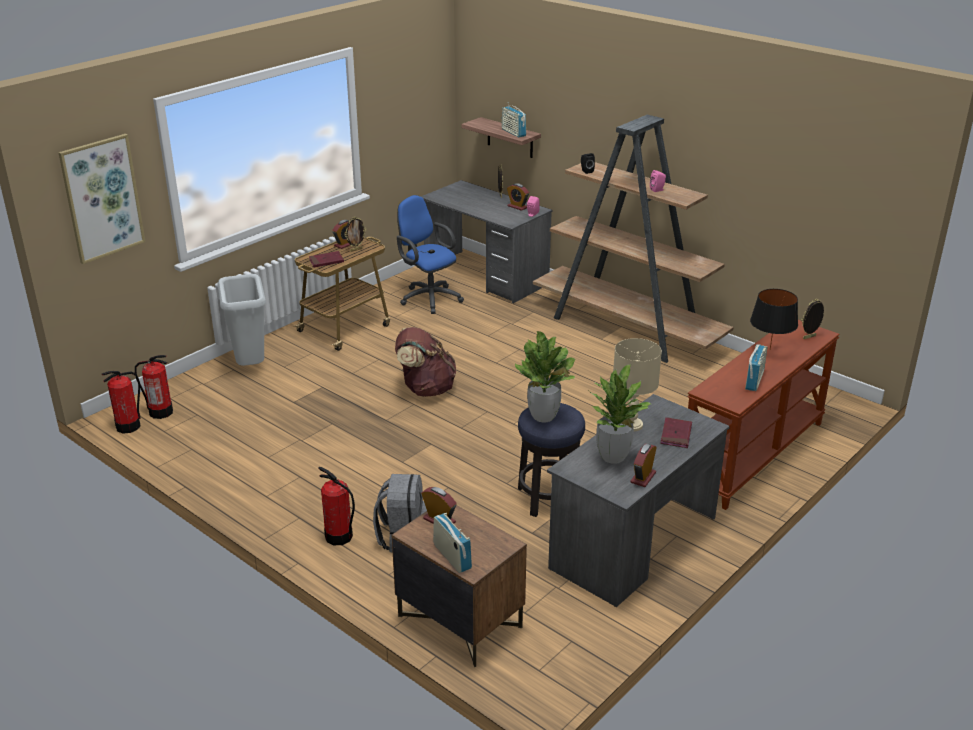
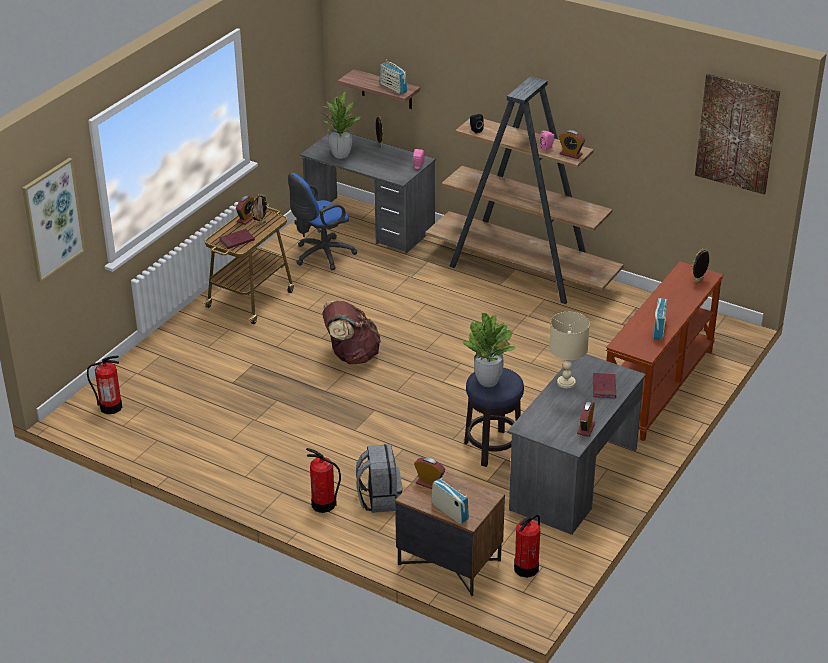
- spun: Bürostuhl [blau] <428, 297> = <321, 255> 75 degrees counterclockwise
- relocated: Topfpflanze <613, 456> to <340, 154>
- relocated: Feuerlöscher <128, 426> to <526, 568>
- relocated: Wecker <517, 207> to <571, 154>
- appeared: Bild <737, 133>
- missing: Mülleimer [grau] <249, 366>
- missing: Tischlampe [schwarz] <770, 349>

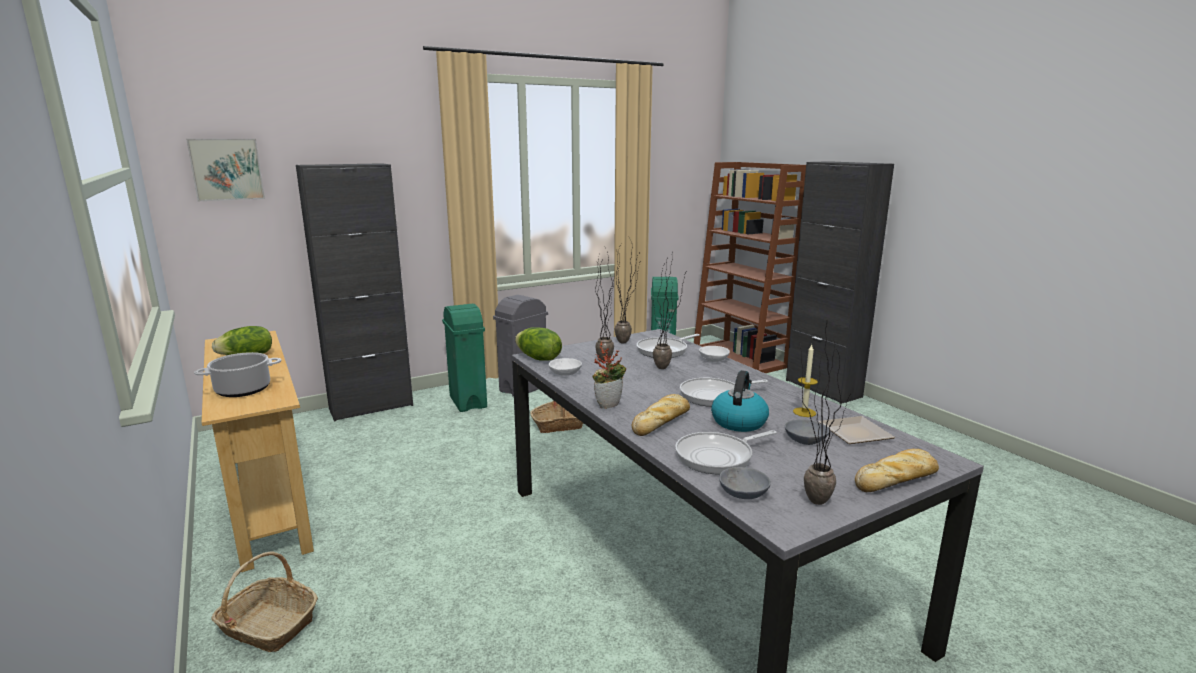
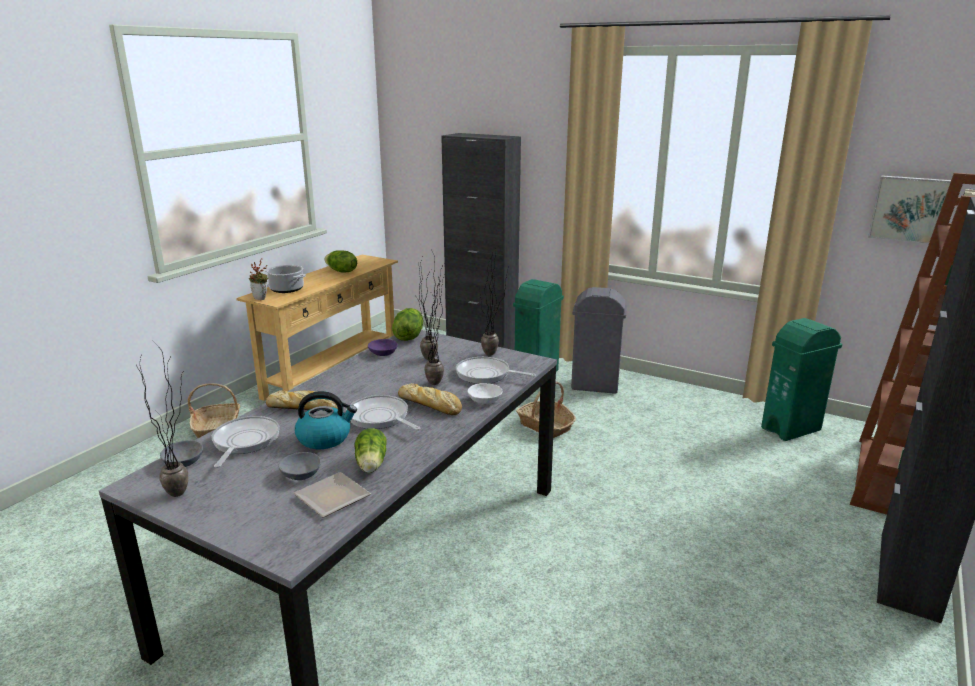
- spun: Pfanne <718, 457> = <244, 442> 60 degrees clockwise
- relocated: Topfpflanze <608, 404> to <261, 298>
- exchanged: Kerze <804, 412> to Salatkopf <371, 465>
- colour: Schüssel [weiß] <565, 373> to Schüssel [lila] <382, 353>
- relocated: Brot <897, 479> to <430, 405>
- relocated: Bild <226, 169> to <909, 209>

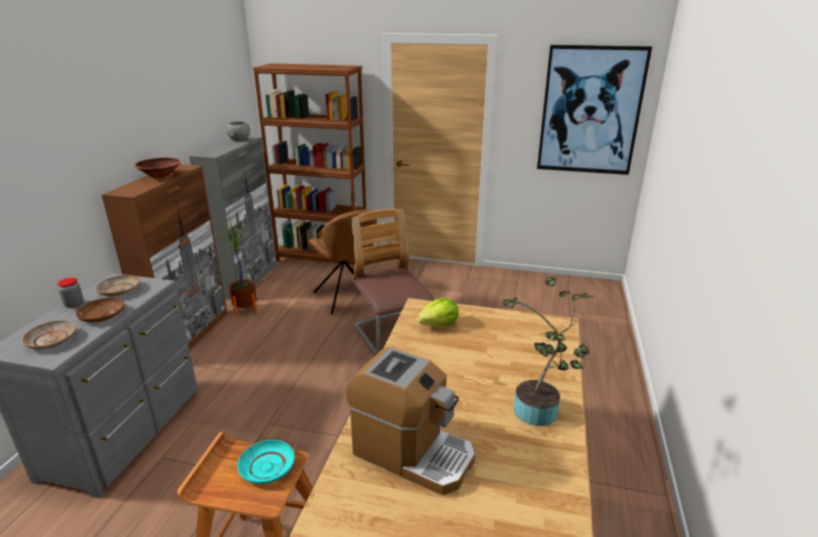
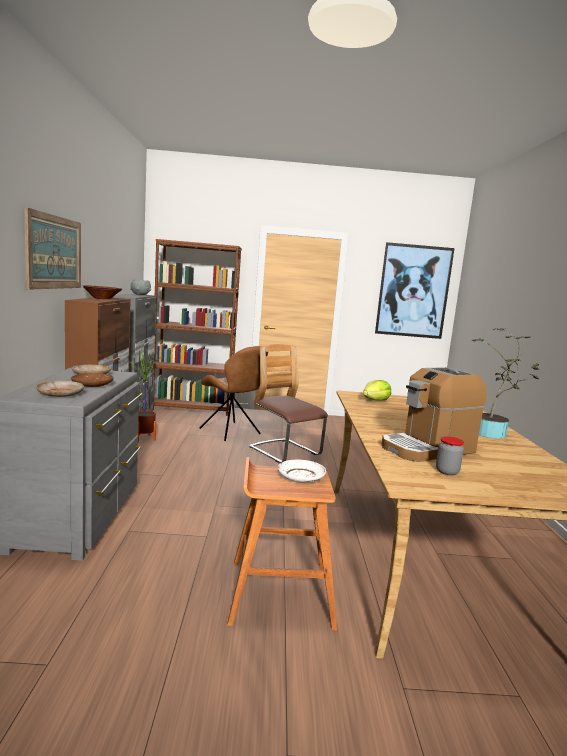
- appeared: Bild <54, 252>
- colour: Teller [türkis] <267, 468> to Teller [weiß] <301, 477>
- spun: Kaffeemaschine <413, 453> = <428, 448> 135 degrees clockwise
- relocated: Vorratsglas <74, 304> to <447, 471>

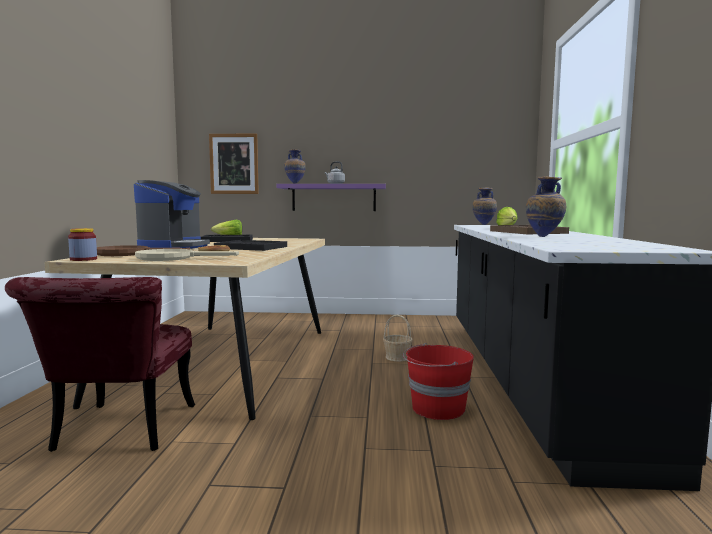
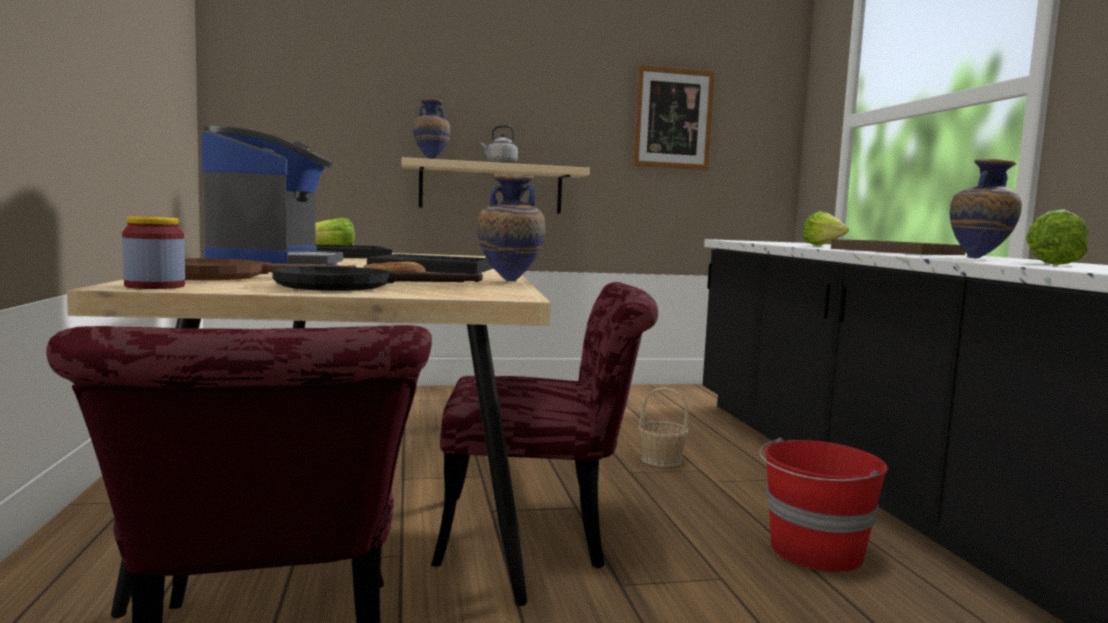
- colour: Pfanne [beige] <173, 258> to Pfanne [schwarz] <351, 286>
- colour: Wandregal [lila] <334, 198> to Wandregal [beige] <491, 188>
- appeared: Stuhl [rot] <543, 532>
- relocated: Vase <483, 225> to <508, 282>
- relocated: Bild <234, 164> to <673, 118>
- appeared: Salatkopf <1050, 264>

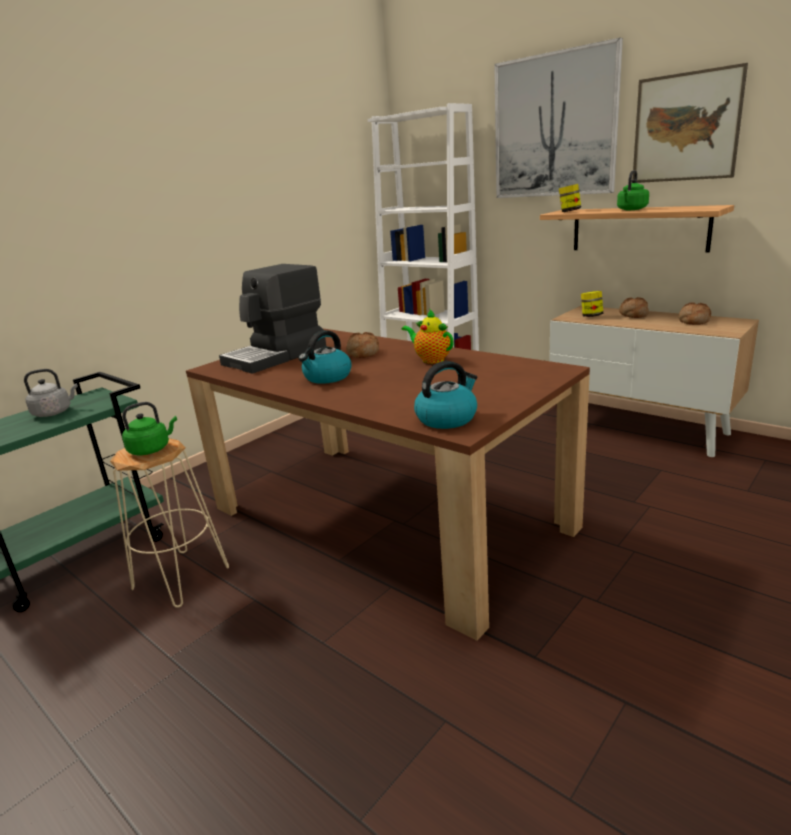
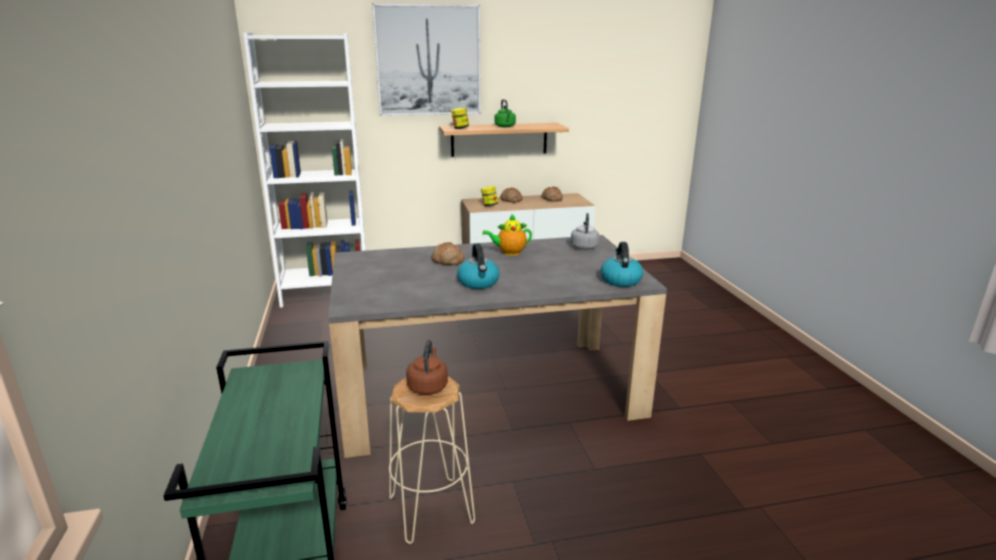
- colour: Esstisch [braun] <387, 517> to Esstisch [grau] <488, 391>
- colour: Wasserkessel [grün] <151, 449> to Wasserkessel [braun] <428, 386>
- relocated: Wasserkessel [grau] <54, 412> to <584, 246>
- missing: Kaffeemaschine <277, 356>
- missing: Bild <686, 127>

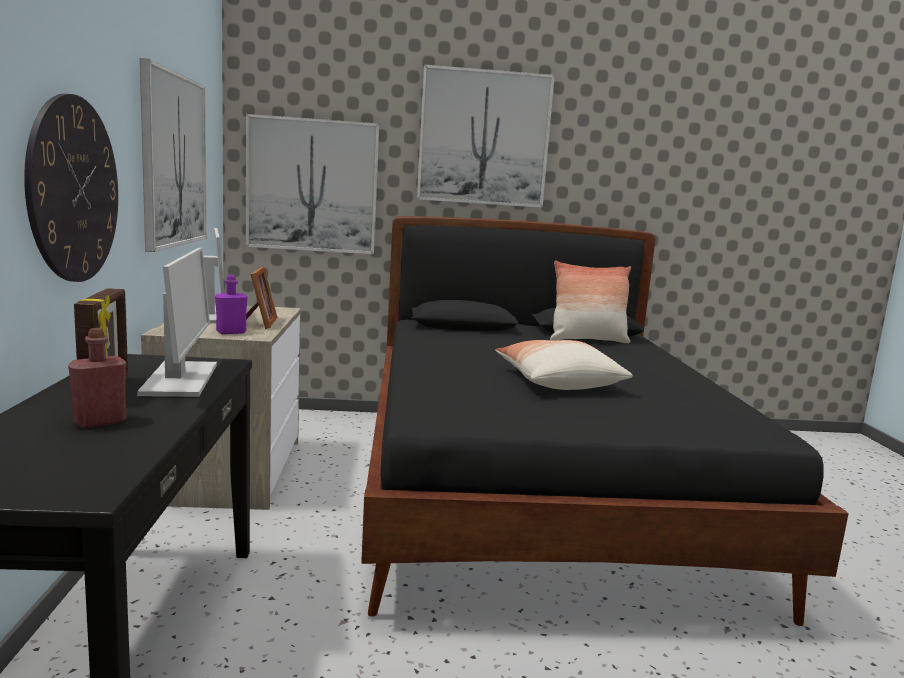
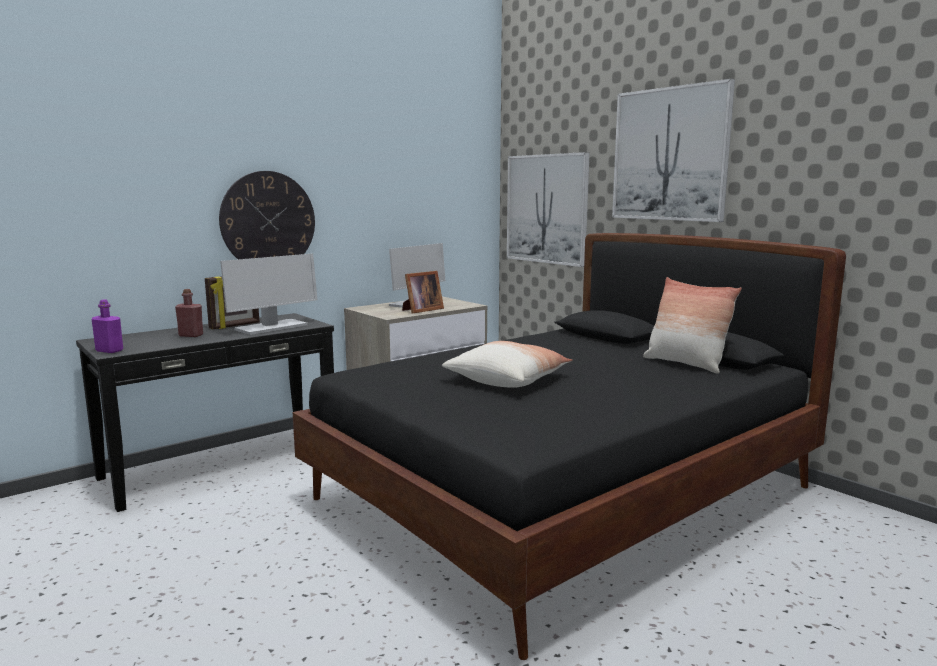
- relocated: Flasche [lila] <231, 332> to <109, 351>
- missing: Bild <173, 160>

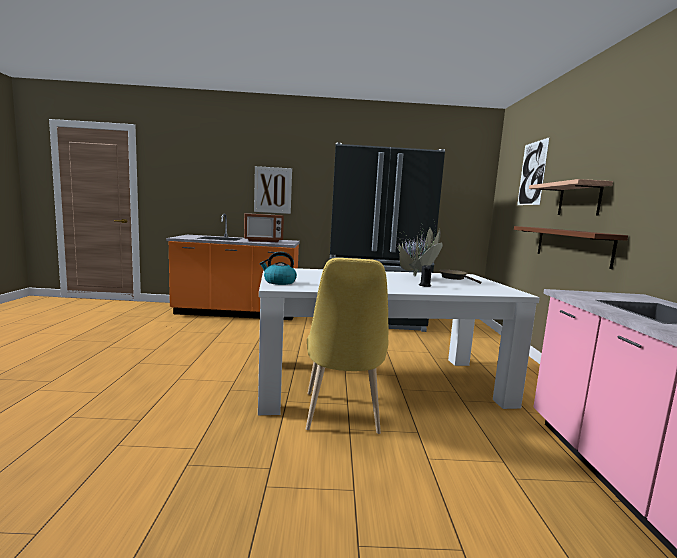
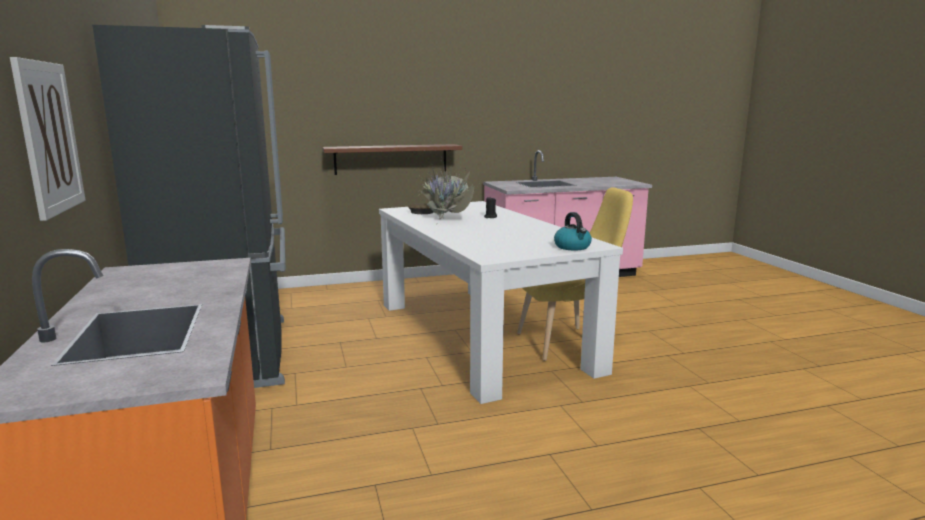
- missing: Mikrowelle <263, 241>
- missing: Bild <532, 173>
- missing: Wandregal <579, 199>

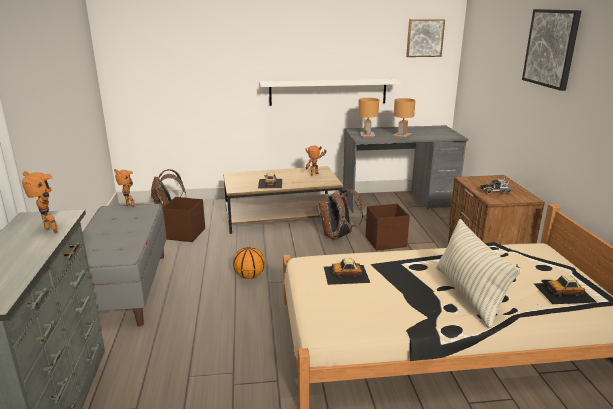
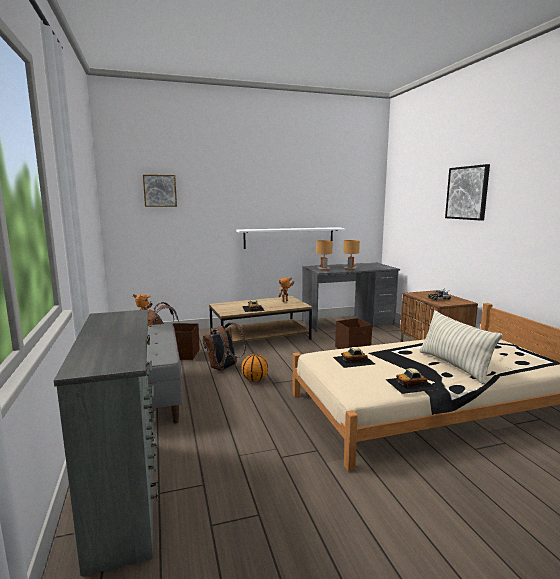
- relocated: Bild <424, 38> to <160, 190>
- relocated: Rucksack [braun] <338, 237> to <224, 368>
- relocated: Spielzeugauto <564, 292> to <411, 384>
- missing: Spielzeugroboter <48, 231>

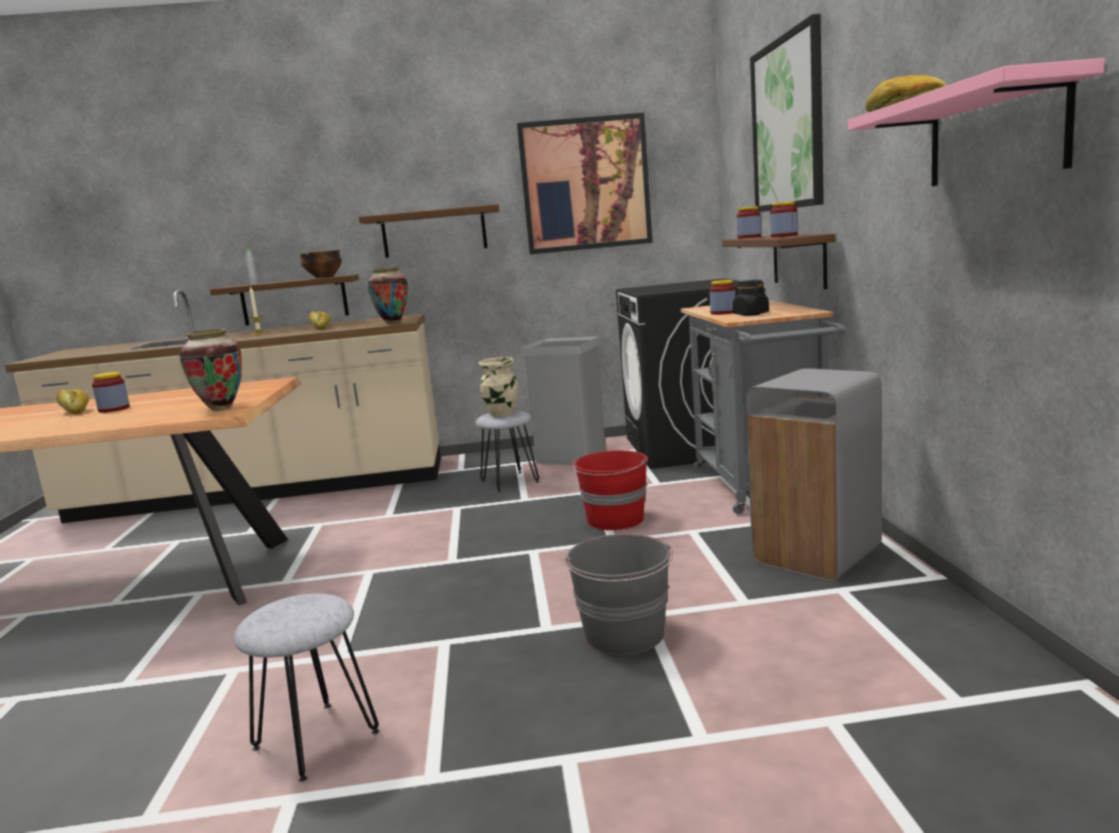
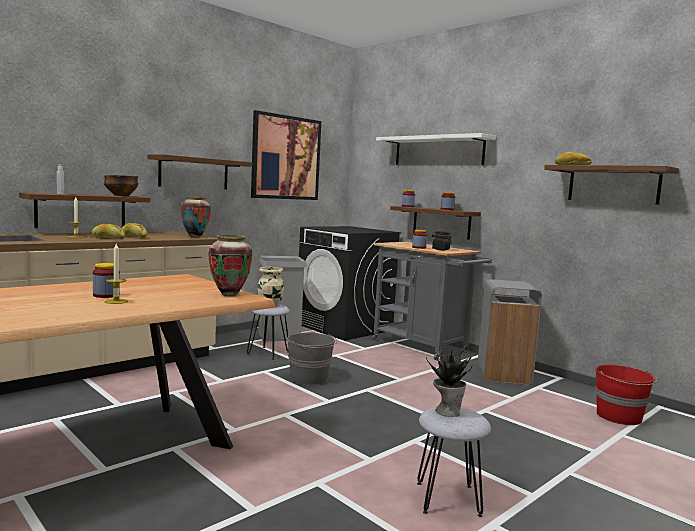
- relocated: Brot <76, 411> to <108, 238>
- appeared: Kerze <116, 301>
- relocated: Eimer [grau] <625, 635> to <310, 378>
- exchanged: Bild <787, 124> to Wandregal [weiß] <438, 151>
- appeared: Topfpflanze <447, 411>
- colour: Wandregal [rosa] <995, 134> to Wandregal [braun] <613, 185>
- relocated: Eimer [rot] <615, 520> to <619, 417>

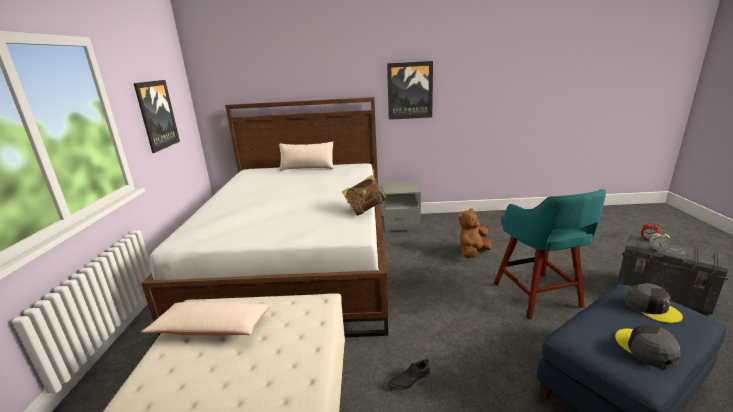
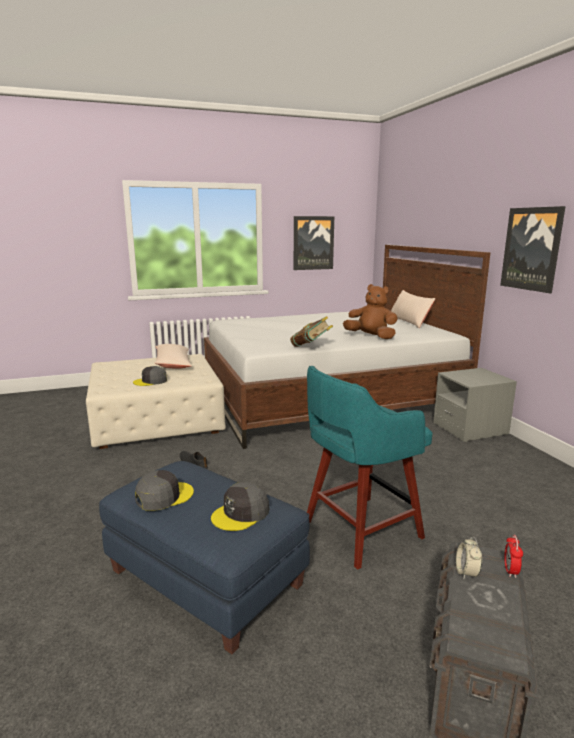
- appeared: Kappe [grau] <150, 381>
- relocated: Plüschtier [braun] <472, 253> to <371, 337>

